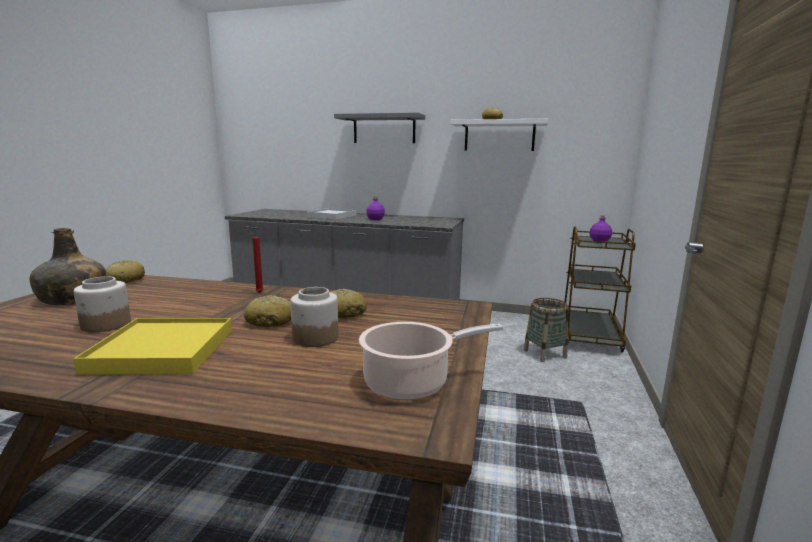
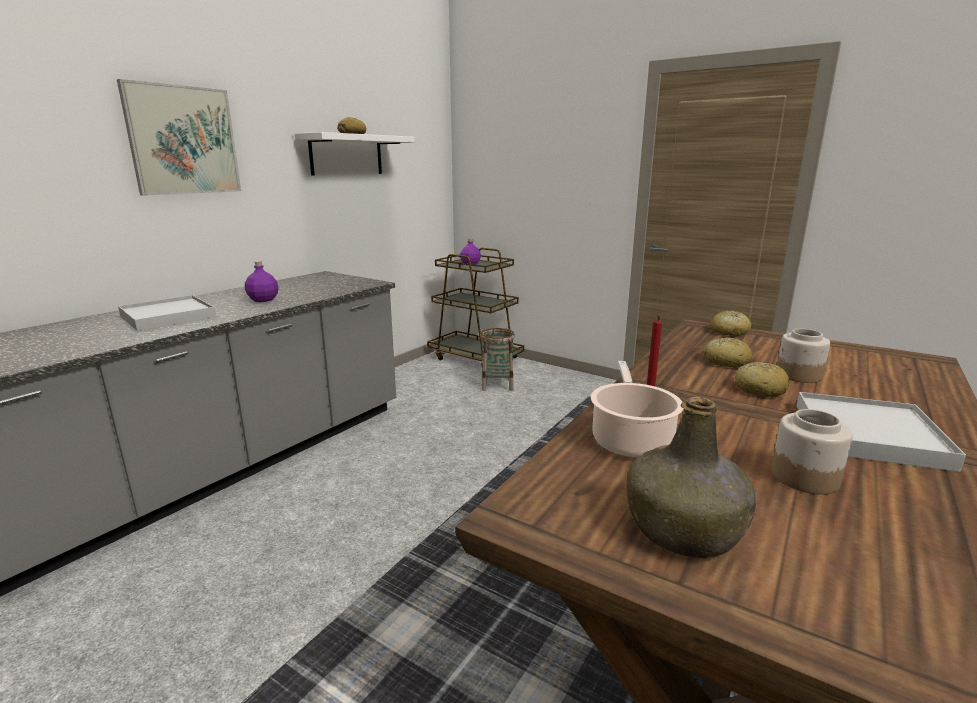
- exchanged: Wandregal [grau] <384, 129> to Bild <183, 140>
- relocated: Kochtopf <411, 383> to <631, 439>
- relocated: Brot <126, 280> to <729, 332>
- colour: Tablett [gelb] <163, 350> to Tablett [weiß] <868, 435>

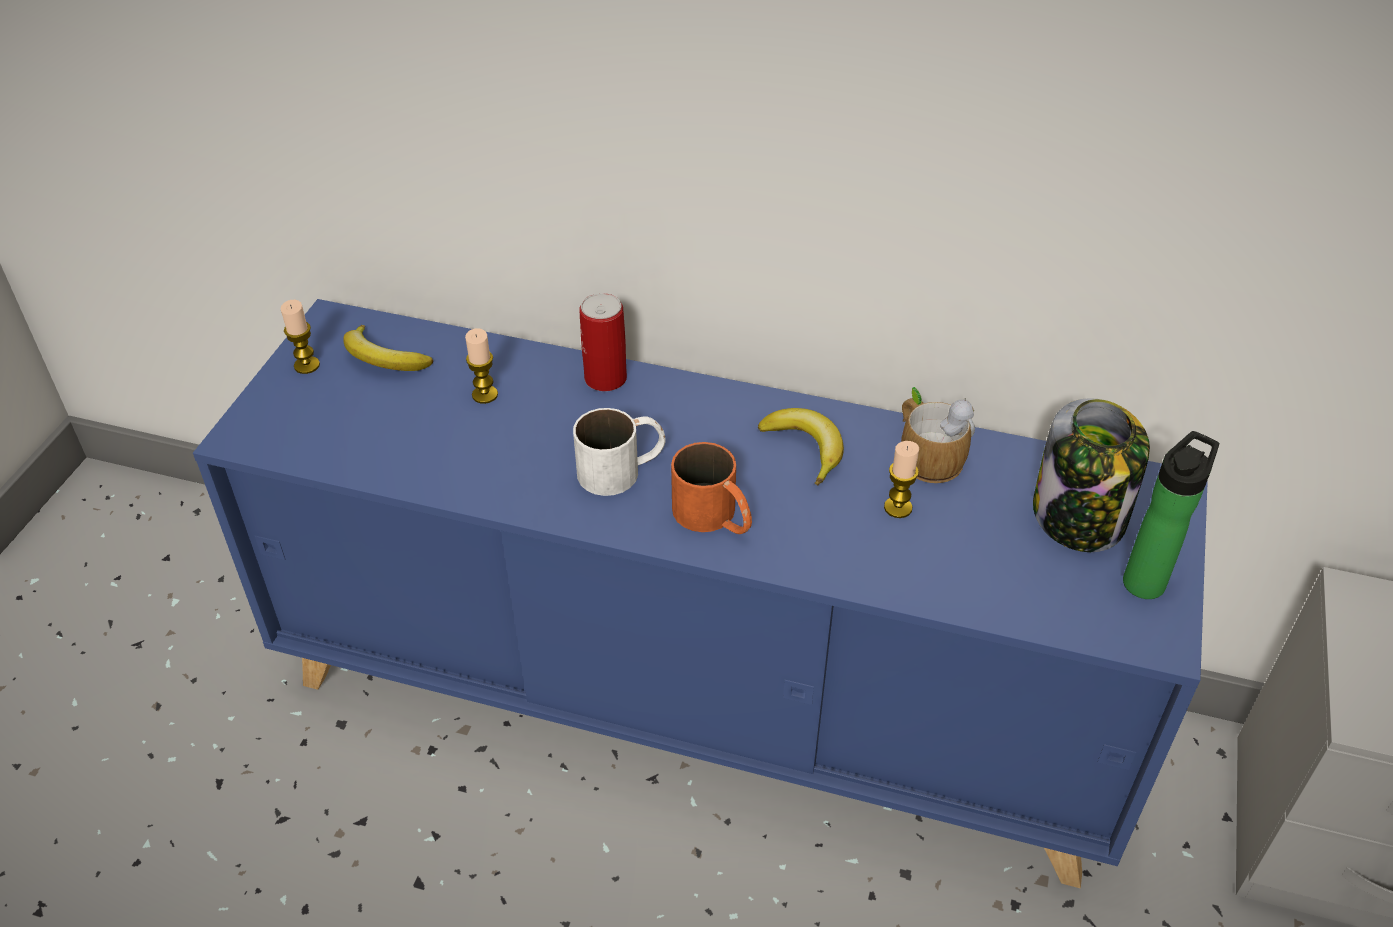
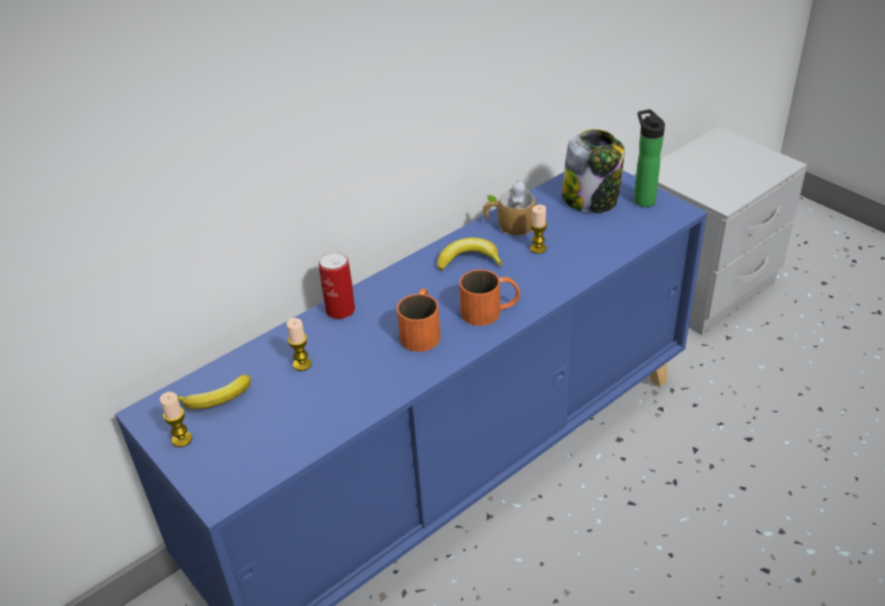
- colour: Henkelbecher [weiß] <622, 469> to Henkelbecher [orange] <422, 330>

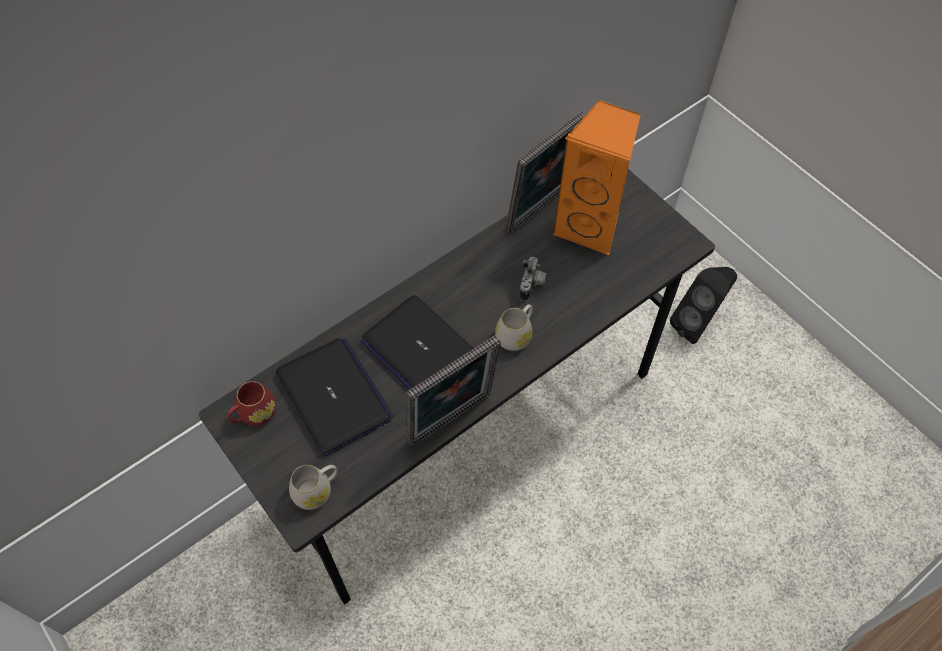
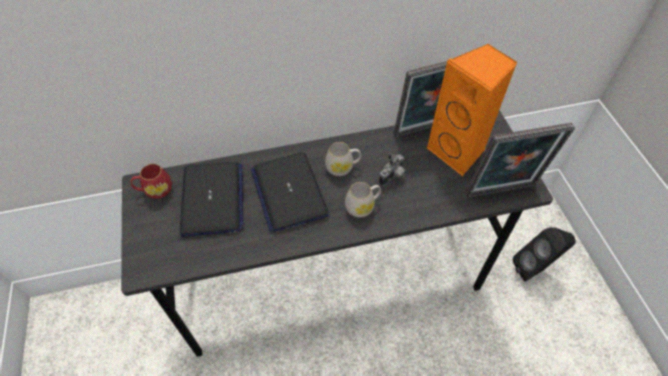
- relocated: Henkelbecher [weiß] <317, 490> to <342, 167>
- relocated: Bilderrahmen <452, 422> to <502, 193>

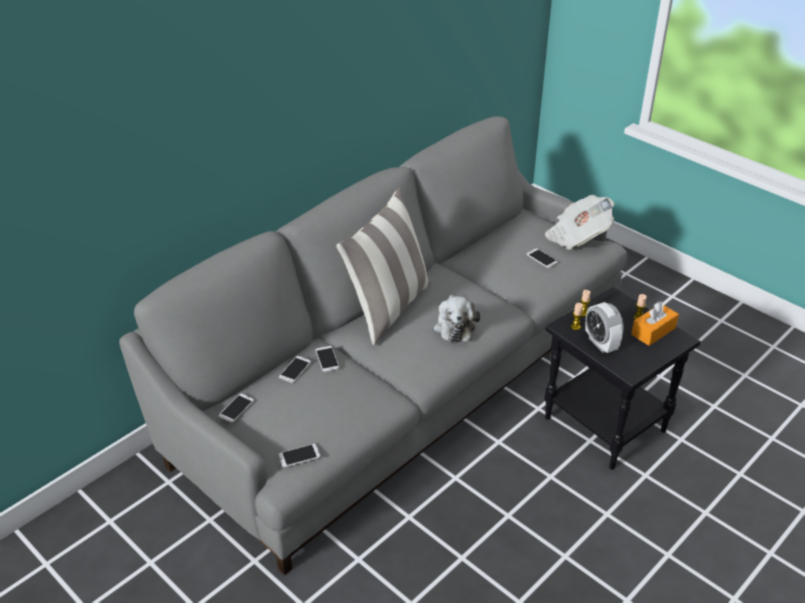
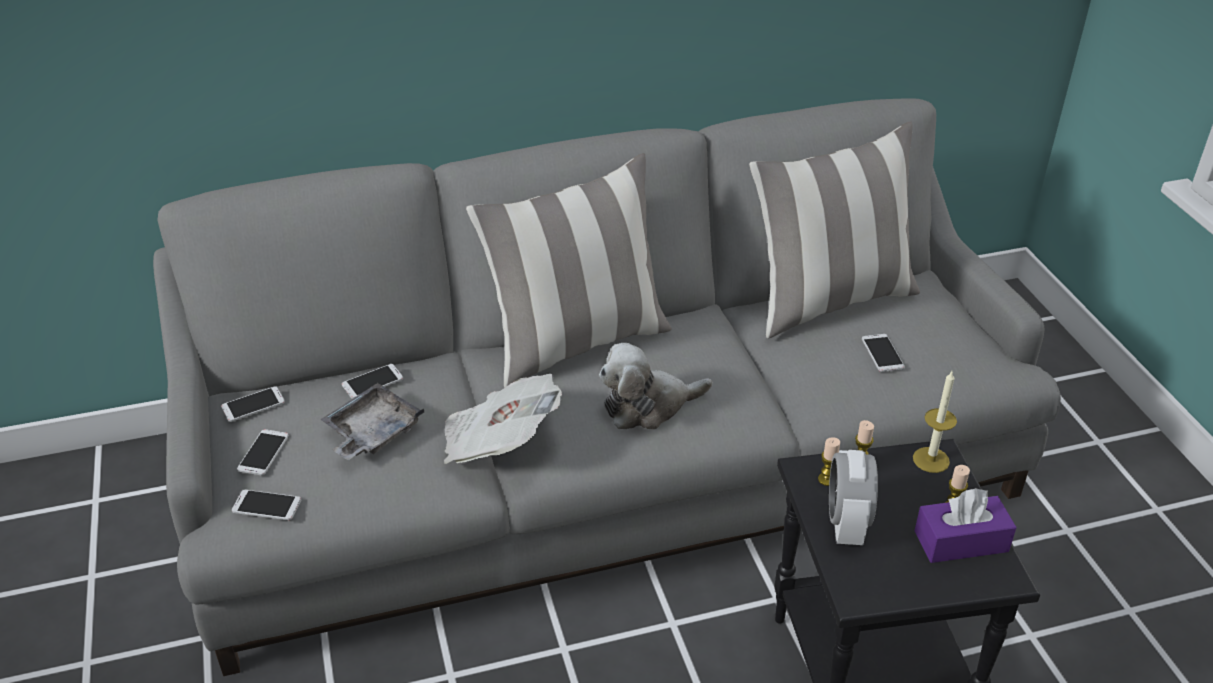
- relocated: Handy <327, 359> to <263, 452>
- appeared: Tablett [grau] <372, 433>
- relocated: Zeitung <577, 236> to <499, 443>
- spun: Plüschtier <454, 326> = <648, 406> 45 degrees clockwise
- appeared: Kissen <829, 300>
- appeared: Kerze <931, 460>
- colour: Taschentuchbox [orange] <653, 331> to Taschentuchbox [lila] <961, 541>

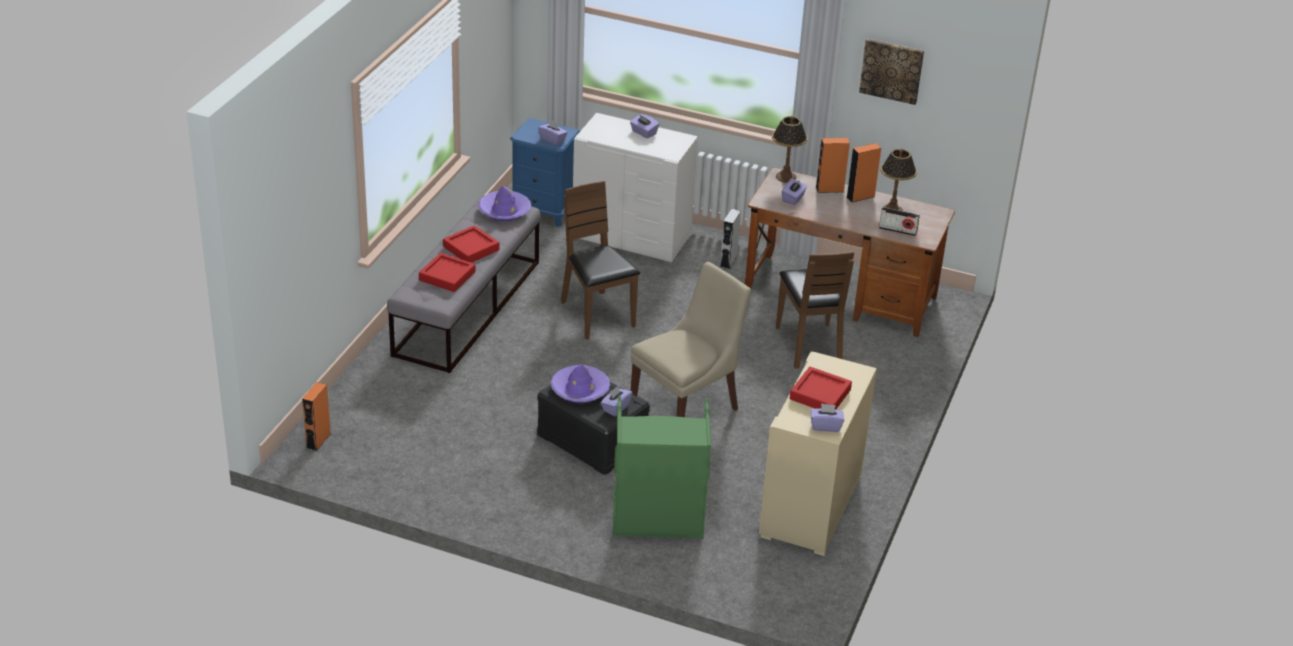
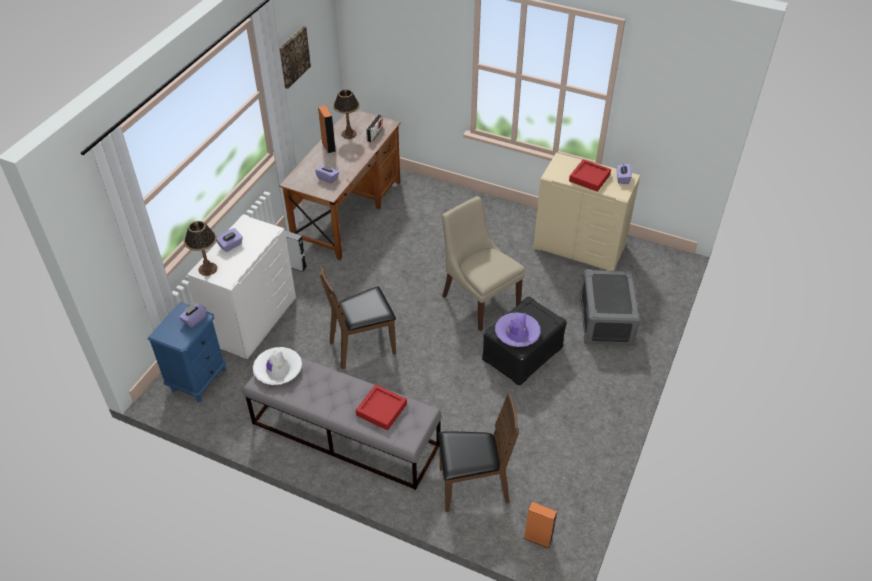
- relocated: Tischlampe <785, 177> to <208, 269>
- colour: Hut [lila] <504, 211> to Hut [weiß] <278, 370>
- relocated: Stuhl [braun] <809, 345> to <473, 487>
- exchanged: Wäschekorb [grün] <657, 521> to Aufbewahrungsbox [grau] <606, 321>
- missing: Tablett [rot] <471, 248>
- missing: Taschentuchbox [lila] <615, 408>
- missing: Lautsprecher [orange] <829, 189>

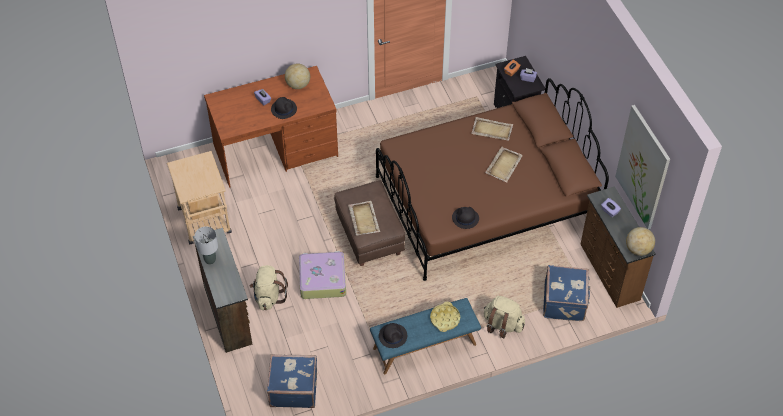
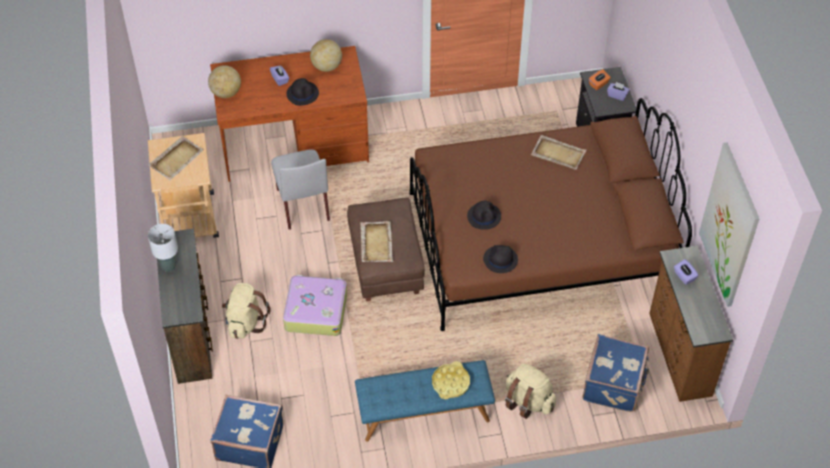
- relocated: Tablett [beige] <504, 165> to <177, 159>
- relocated: Globus <638, 249> to <226, 93>
- appeared: Stuhl [grau] <302, 204>
- relocated: Hut [schwarz] <393, 336> to <484, 216>

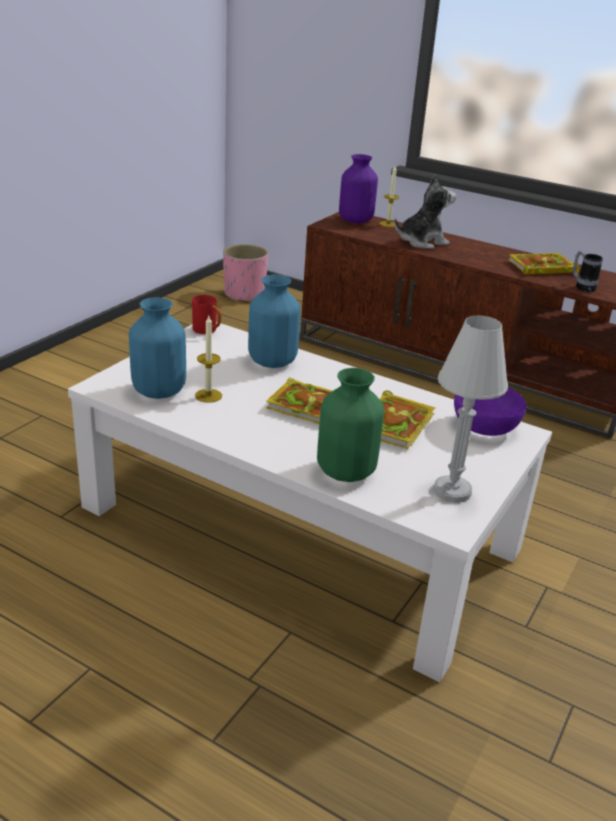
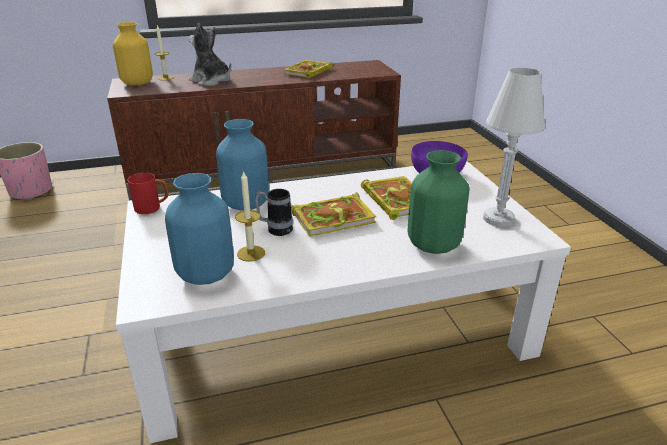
- colour: Vase [lila] <356, 220> to Vase [gelb] <138, 83>
- spun: Plüschtier <421, 242> = <211, 81> 75 degrees counterclockwise
- relocated: Henkelbecher <582, 287> to <275, 229>

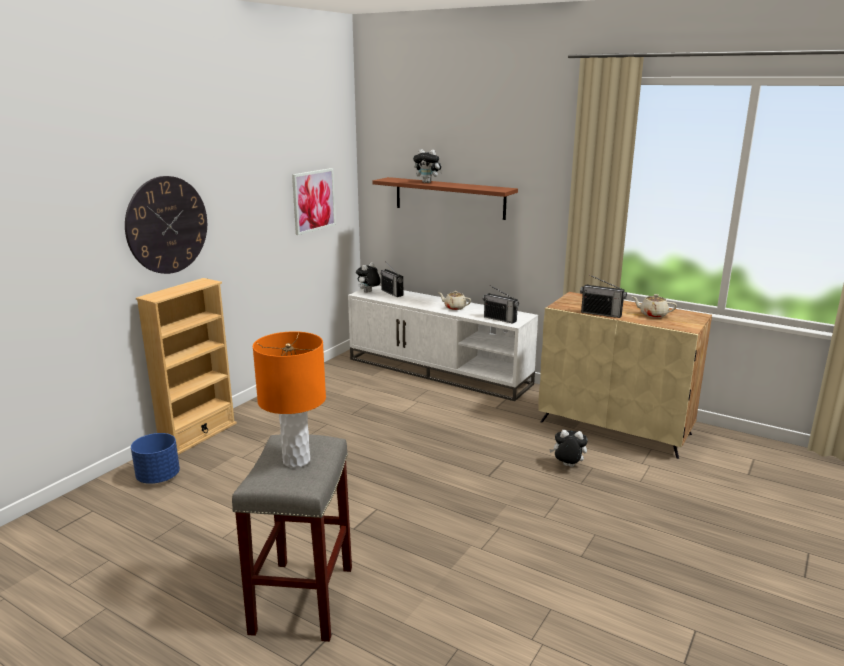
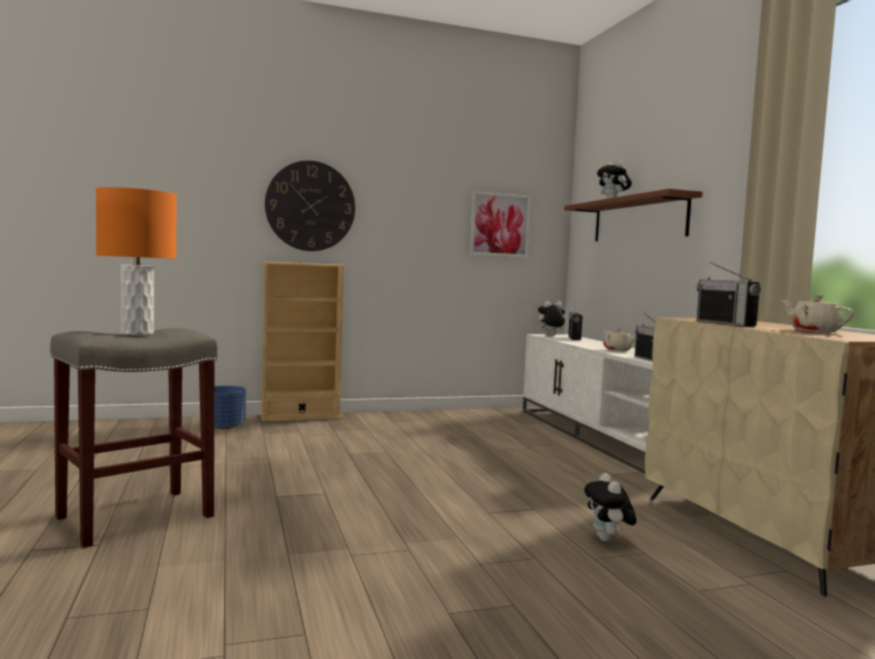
- spun: Plüschtier <567, 466> = <608, 540> 150 degrees counterclockwise

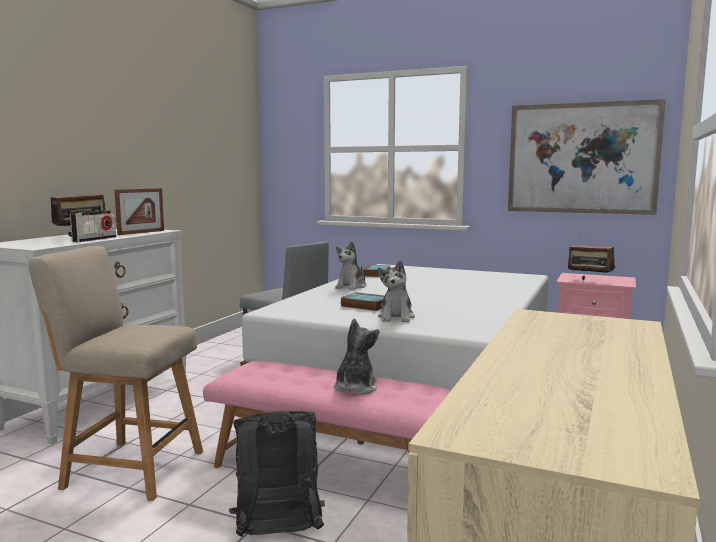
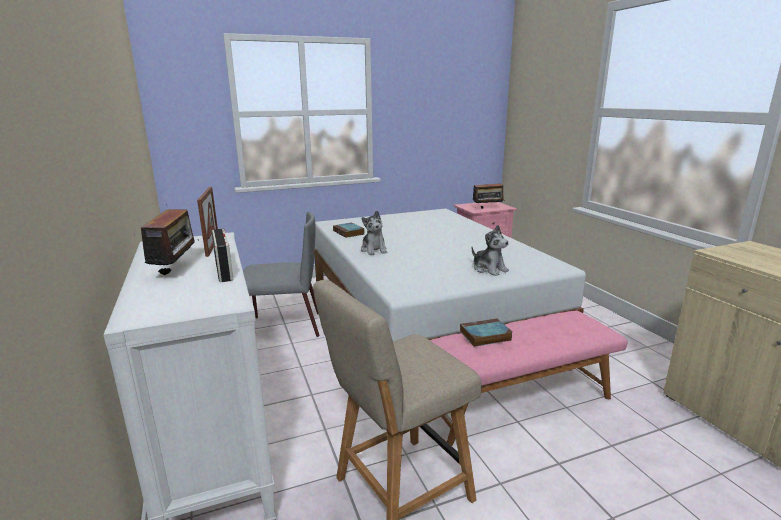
- relocated: Buch <364, 305> to <484, 336>
- missing: Rucksack [schwarz] <277, 536>
- missing: Plüschtier <355, 387>
- missing: Bild <582, 158>

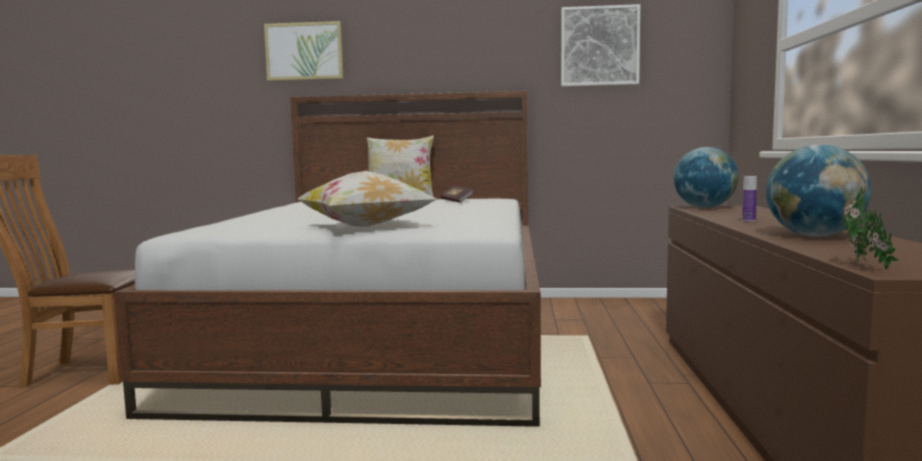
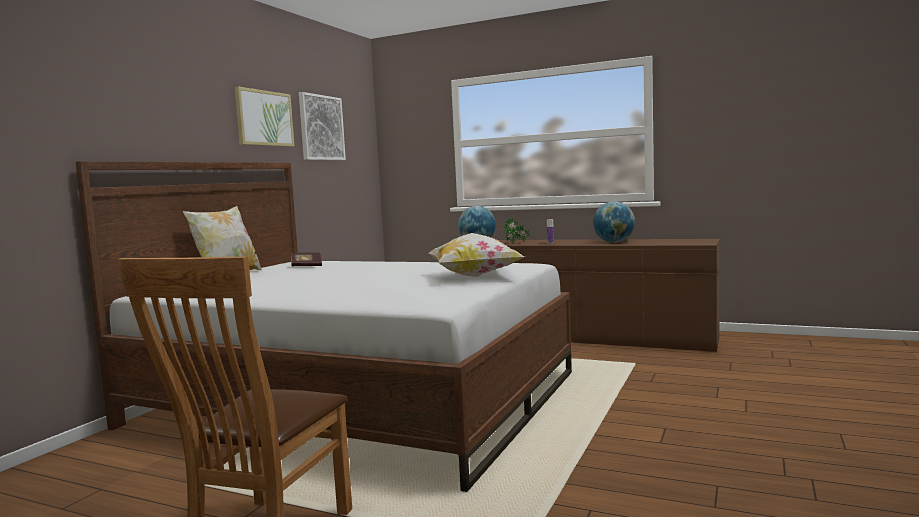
- relocated: Bild <304, 51> to <264, 118>
- relocated: Topfpflanze <866, 268> to <516, 243>

